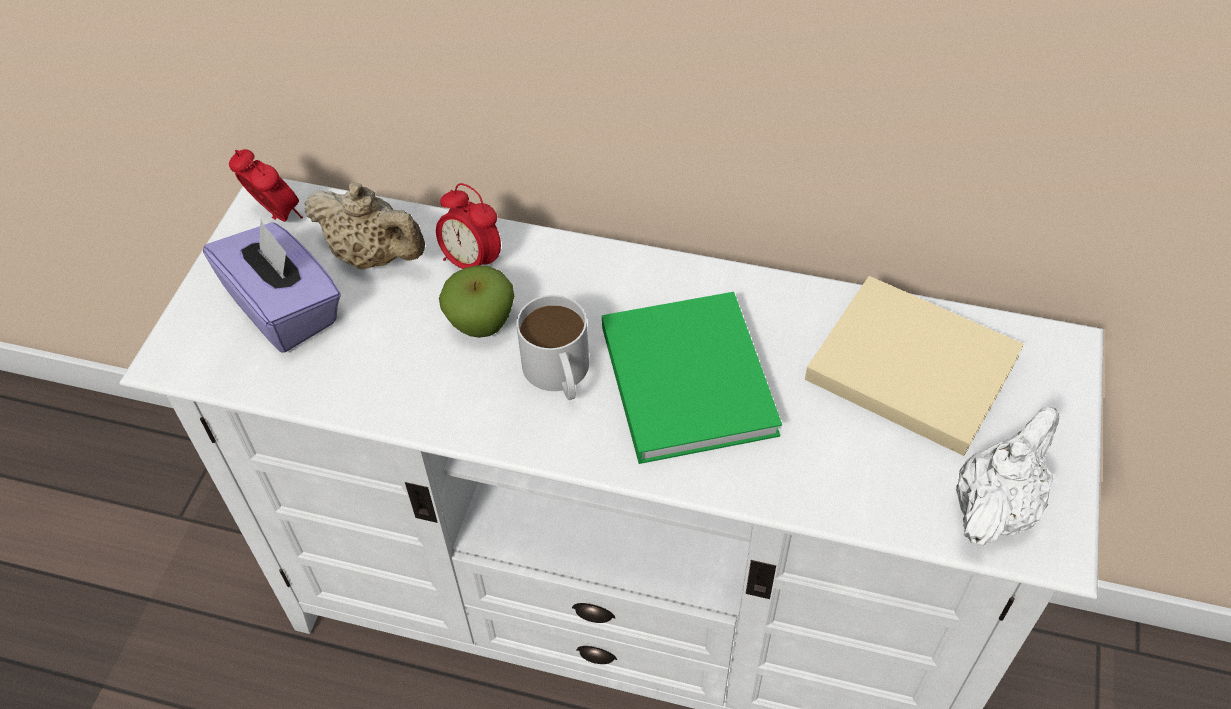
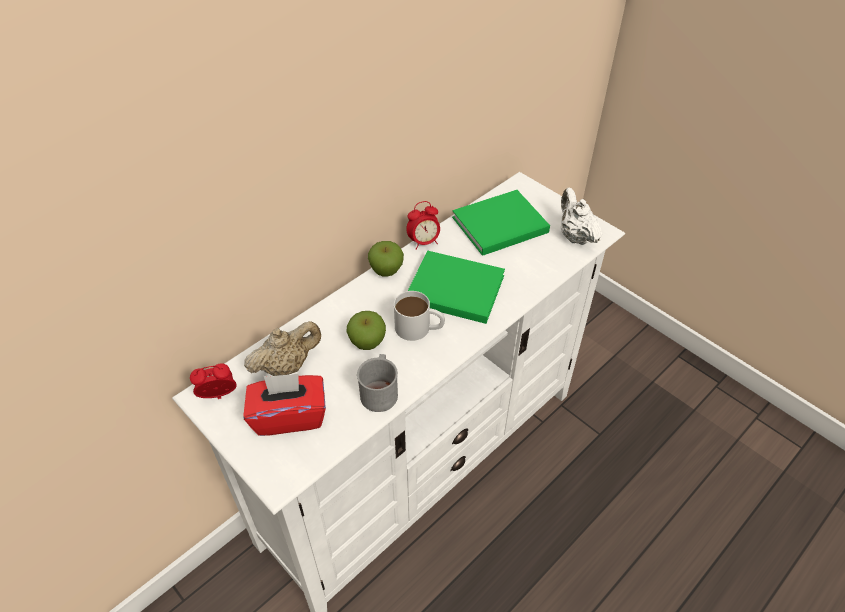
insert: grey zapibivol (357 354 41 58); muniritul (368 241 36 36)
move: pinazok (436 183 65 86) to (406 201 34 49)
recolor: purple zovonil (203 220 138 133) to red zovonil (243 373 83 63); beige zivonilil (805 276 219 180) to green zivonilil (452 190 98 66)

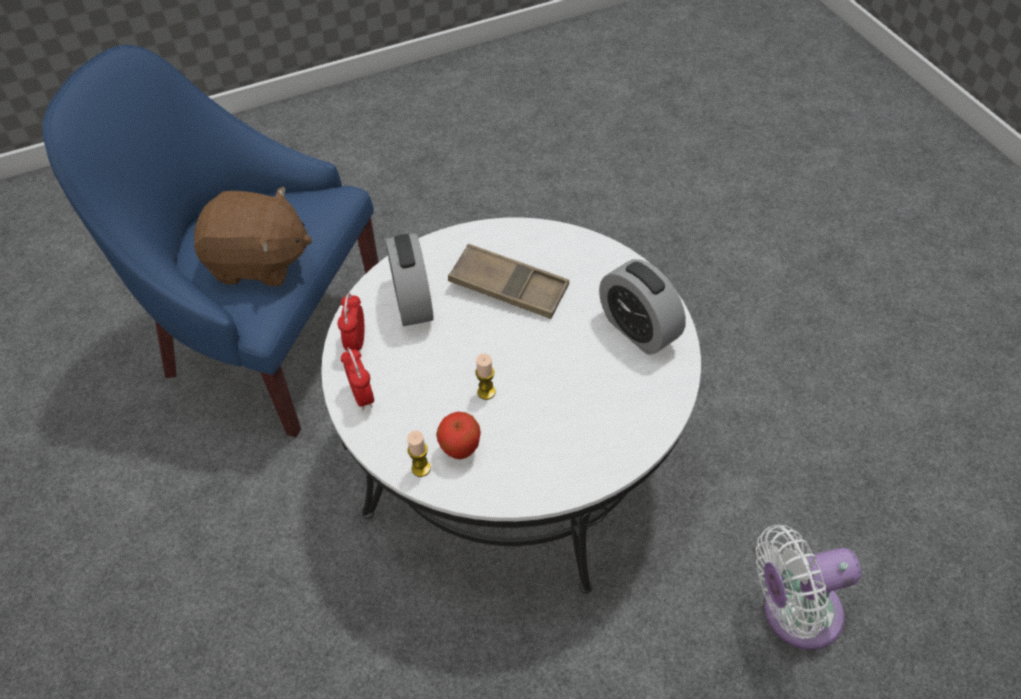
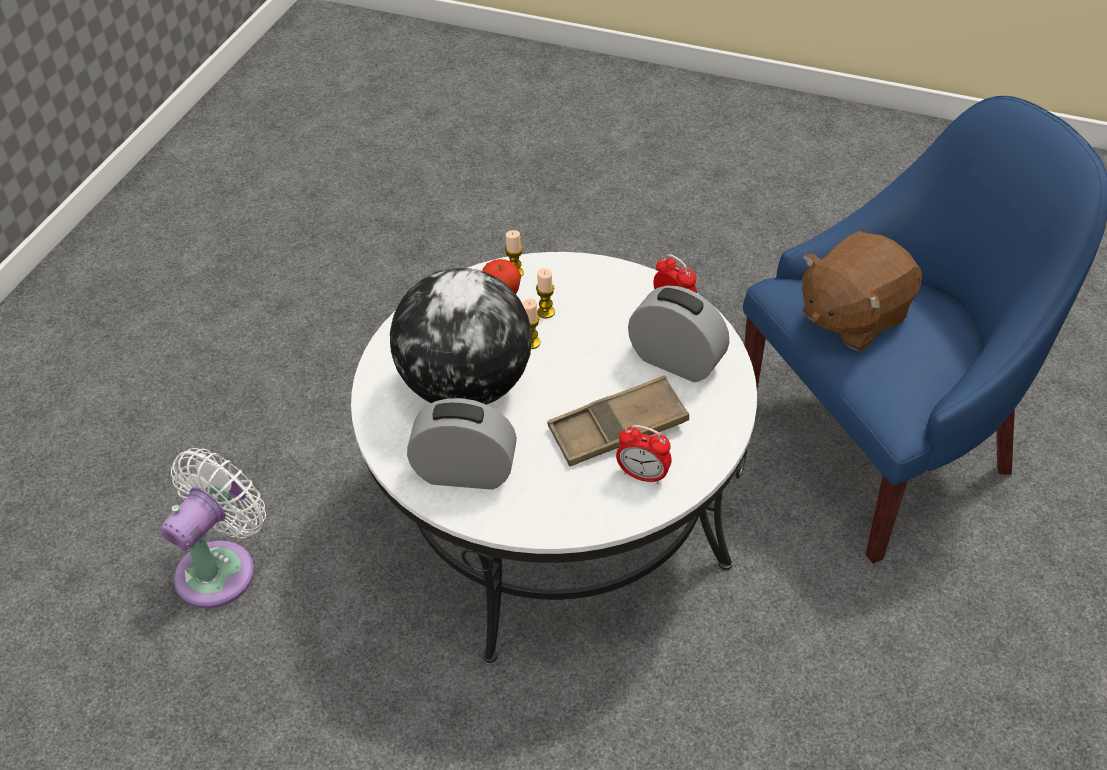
insert: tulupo (390 268 142 137); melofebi (536 268 19 51)
move: pinazok (341 347 33 63) to (616 425 56 59)

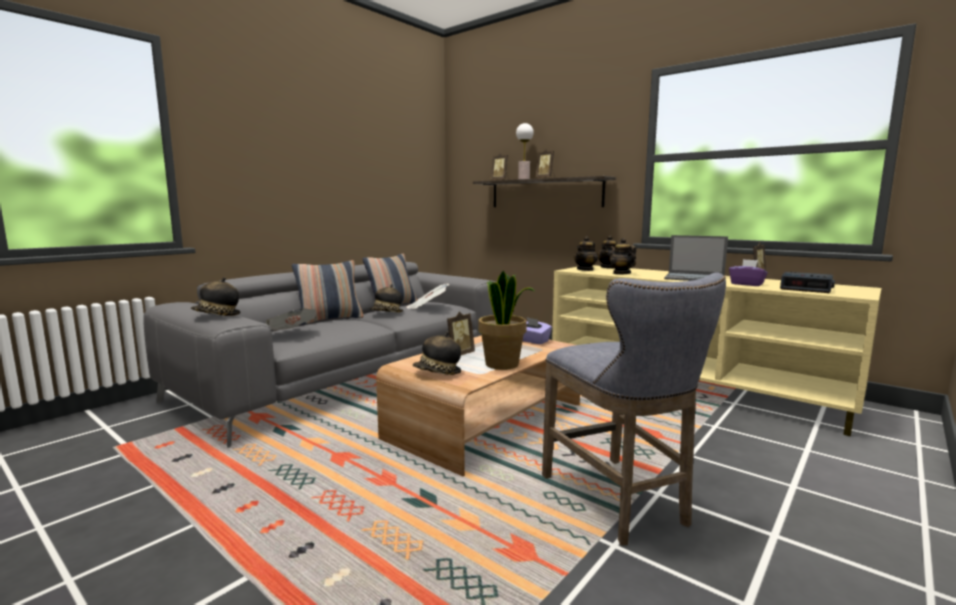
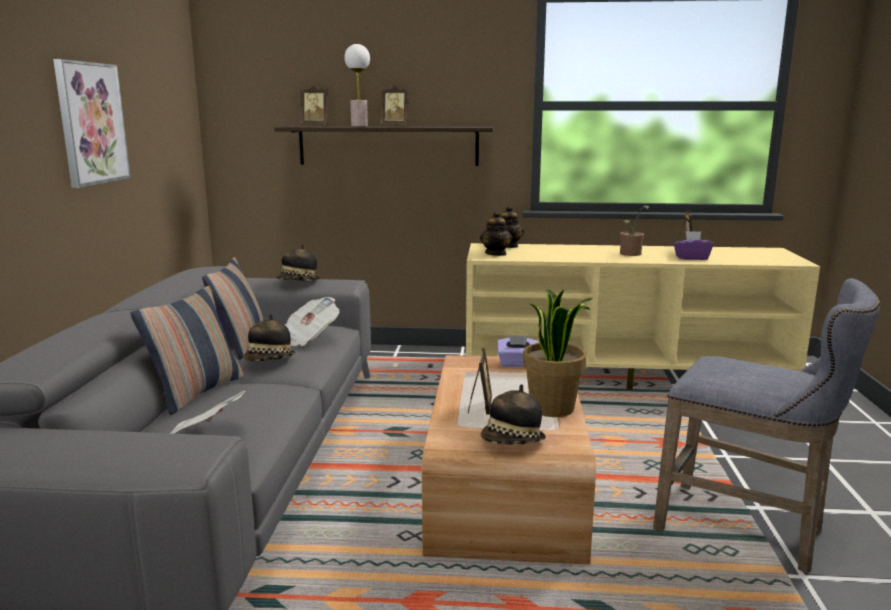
delete: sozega (610 238 26 36); pinazok (780 272 55 21)
insert: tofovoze (53 59 78 129)
move: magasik (191 277 50 39) to (276 244 44 37)
replace: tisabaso (664 235 64 46) to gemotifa (620 205 29 51)

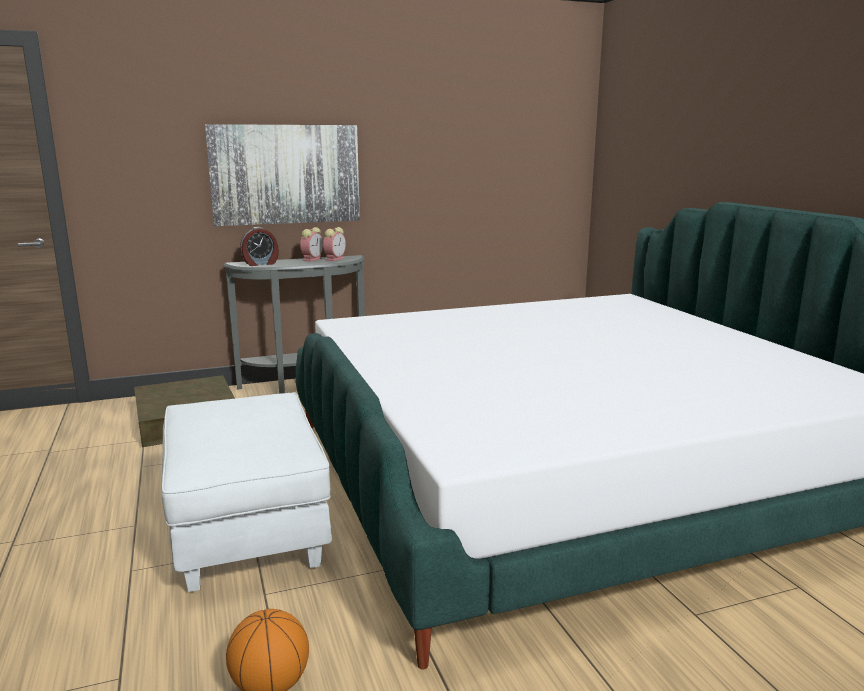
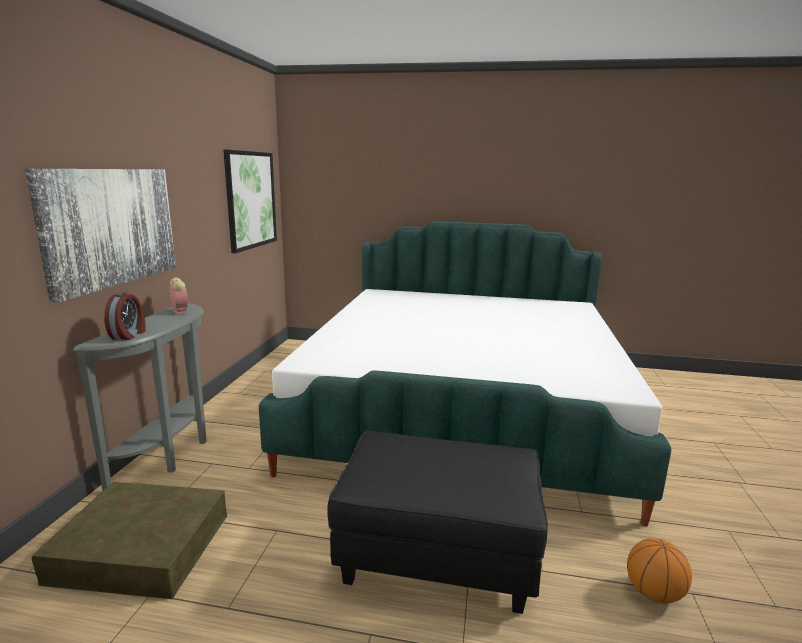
delete: pinazok (300 227 23 35)
insert: tofovoze (223 150 54 103)
recolor: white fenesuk (162 392 170 200) to black fenesuk (327 431 221 183)

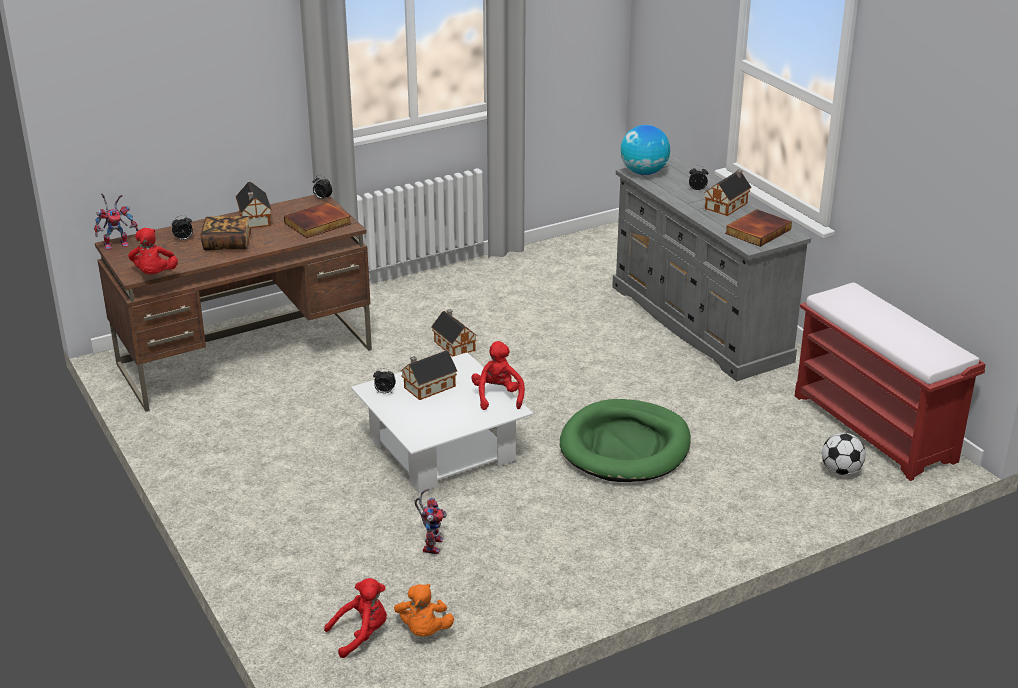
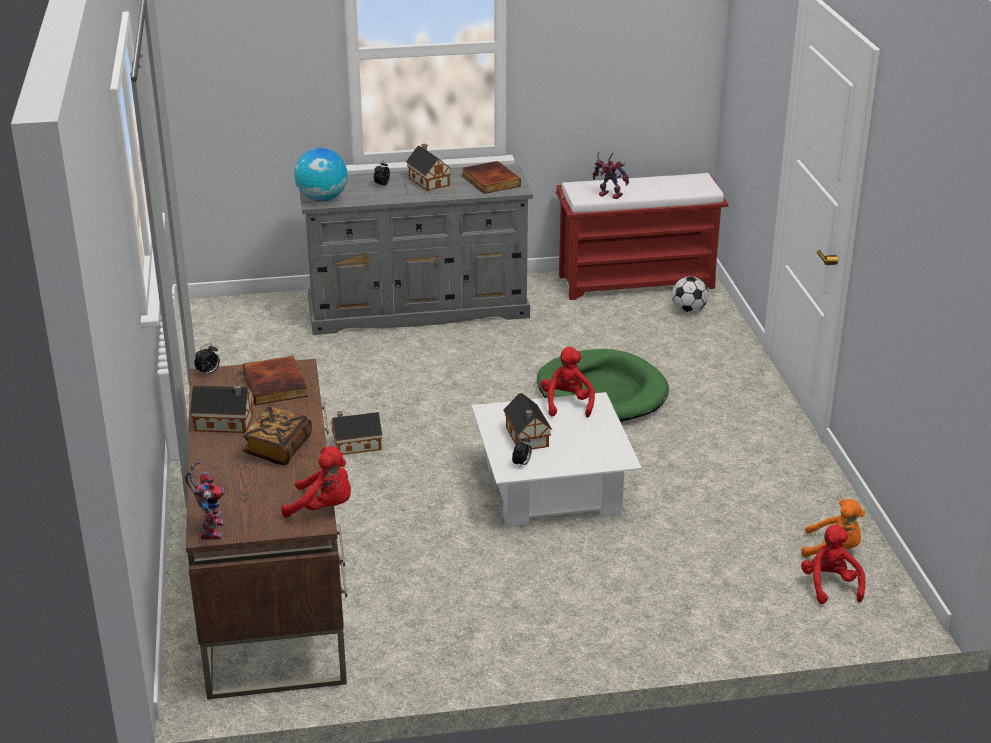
delete: pinazok (172 215 21 26)
move: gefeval (414 489 33 65) to (593 151 36 48)
rotate: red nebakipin (471 341 54 69) = (541 347 54 70) 75 degrees clockwise

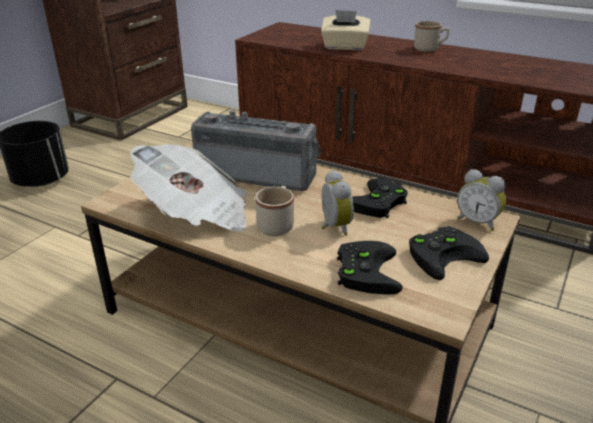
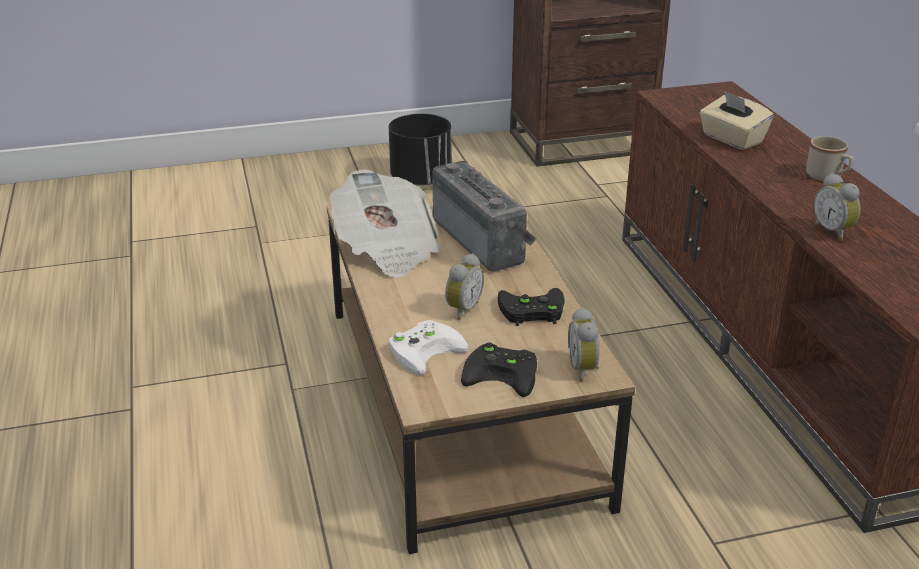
delete: beige zapibivol (255 186 39 50)
insert: pinazok (814 173 47 68)
recolor: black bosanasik (337 241 66 54) to white bosanasik (389 320 80 56)

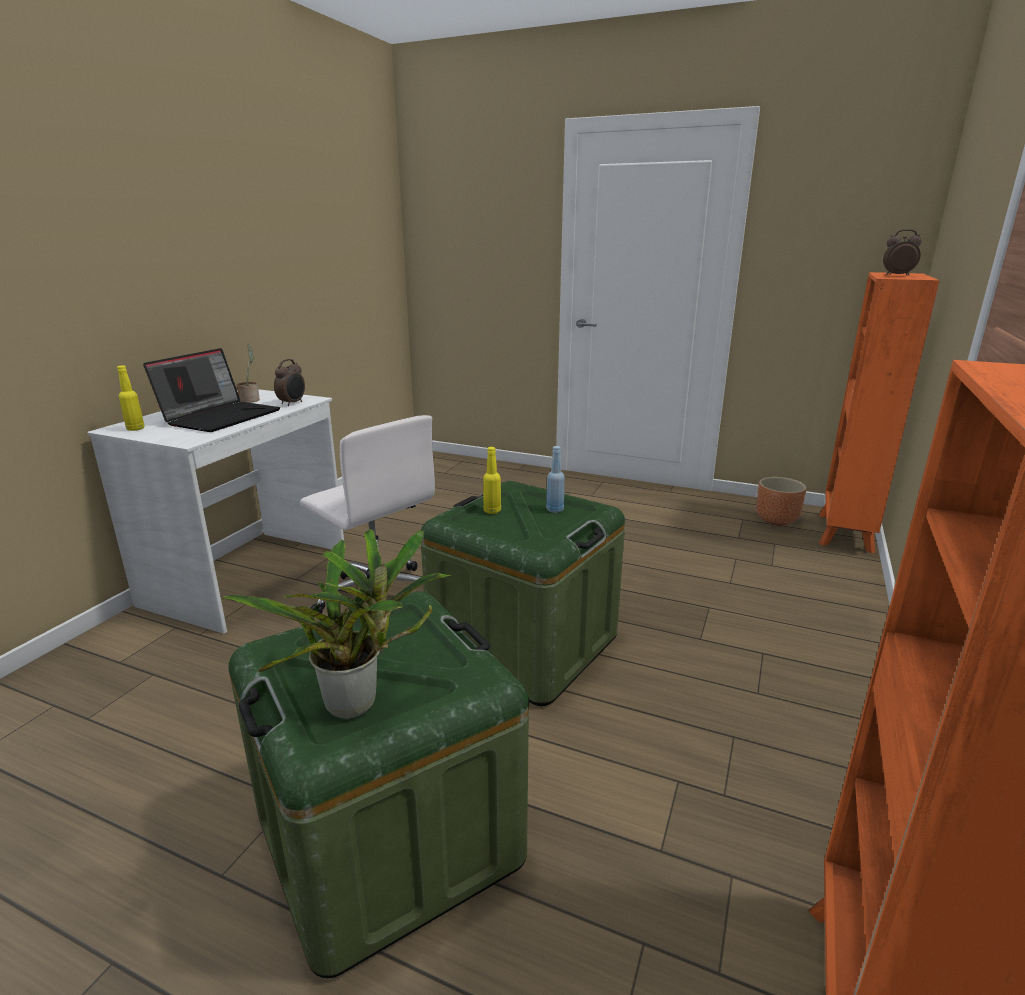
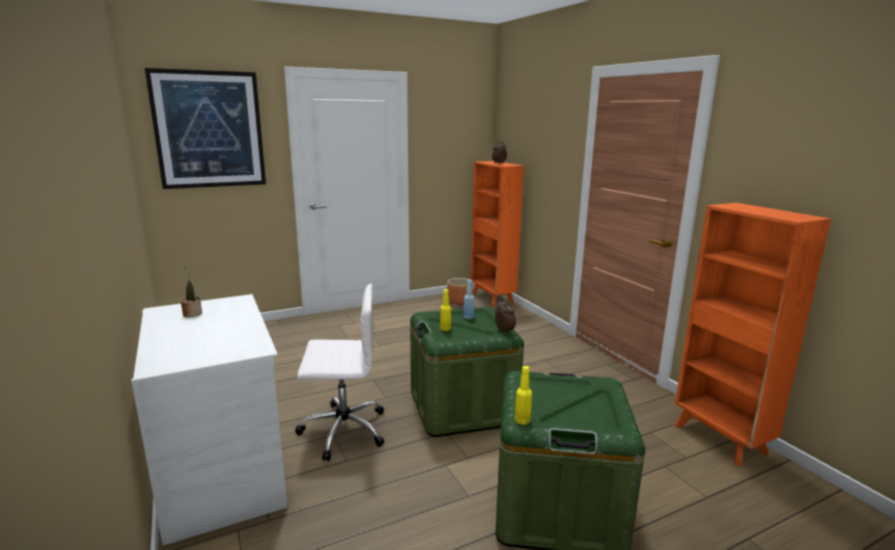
delete: tisabaso (143 348 137 84); gemotifa (221 529 232 190)
insert: tofovoze (145 68 121 121)
move: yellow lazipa (117 366 28 65) to (515 366 17 59); pinazok (274 359 31 47) to (495 299 21 35)

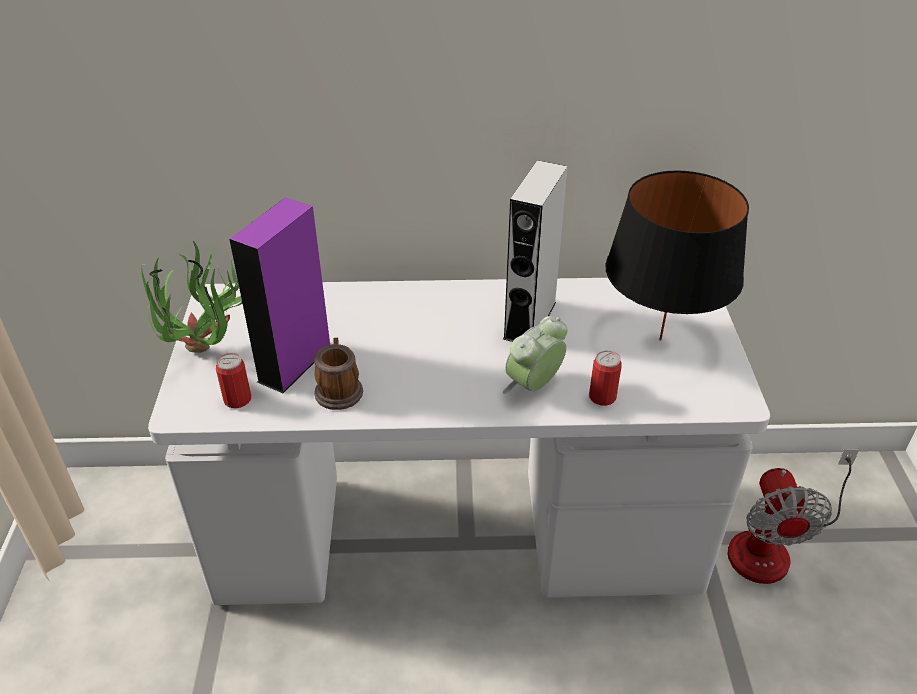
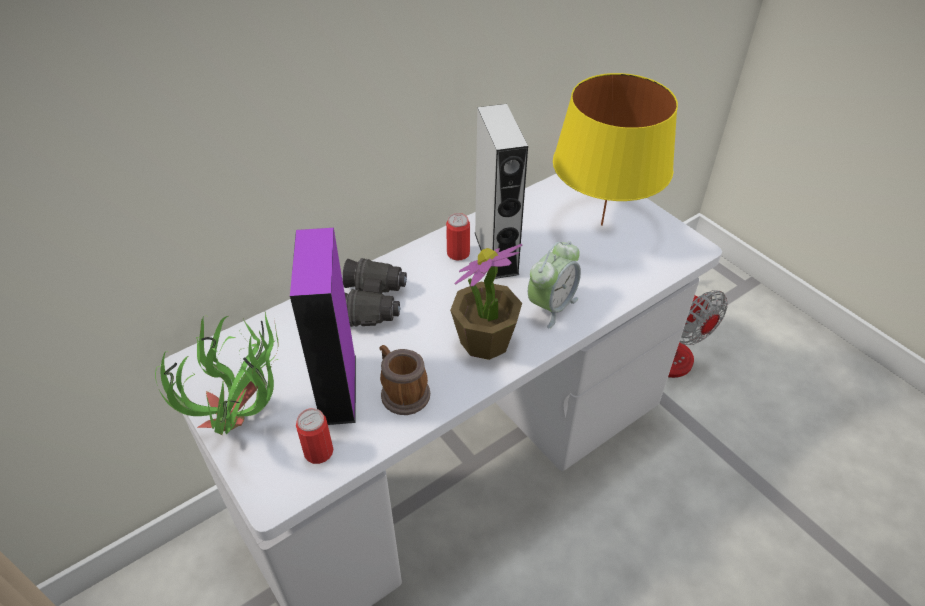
insert: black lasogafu (343 258 64 69); gemotifa (450 244 72 116)
move: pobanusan (589 350 33 56) to (446 213 24 48)
recolor: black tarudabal (605 170 144 171) to yellow tarudabal (553 73 125 153)
rotate: pinazok (503 316 64 78) = (528 241 53 88) 150 degrees counterclockwise

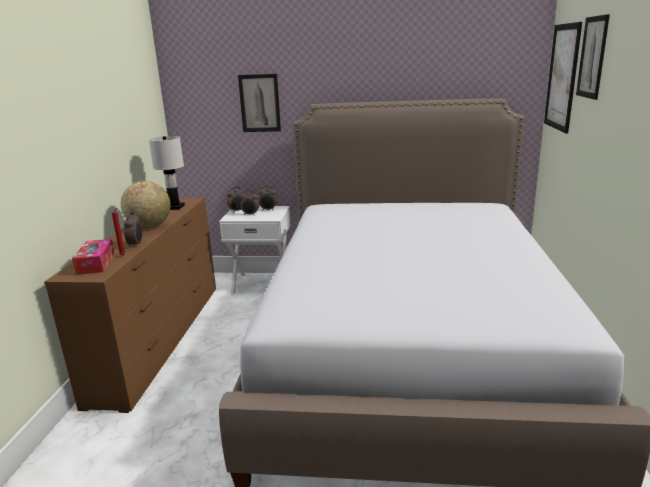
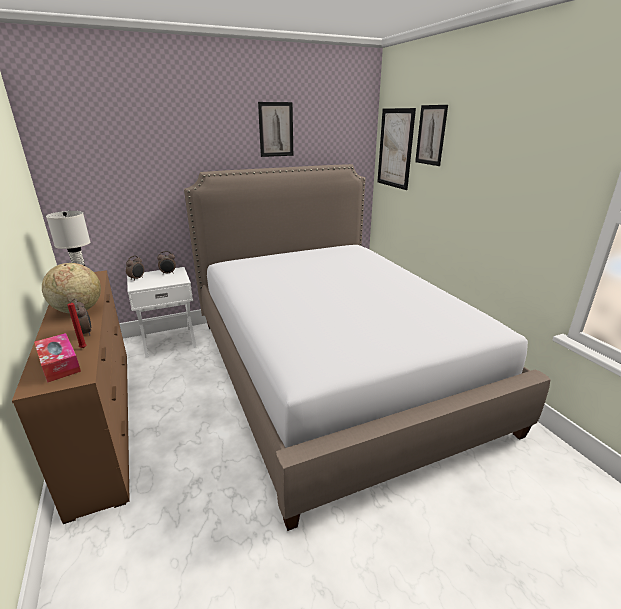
delete: pinazok (240 190 19 26)
move: tofovoze (238 74 43 58) to (258 102 35 55)

